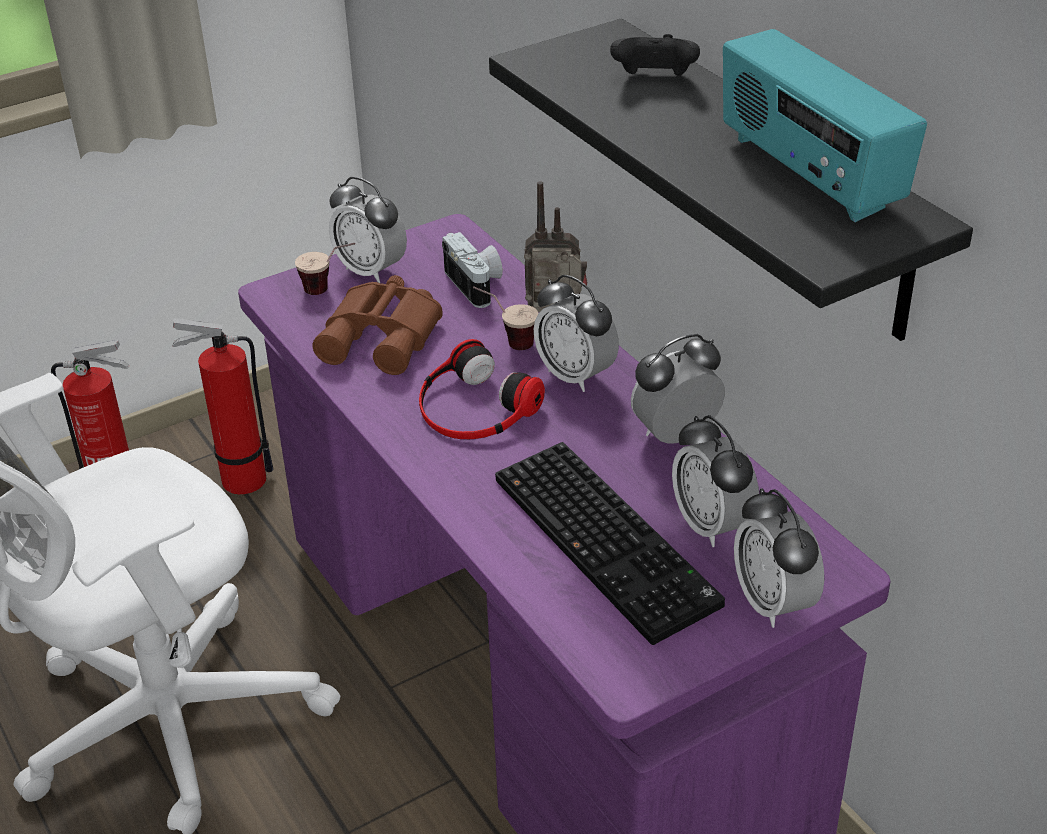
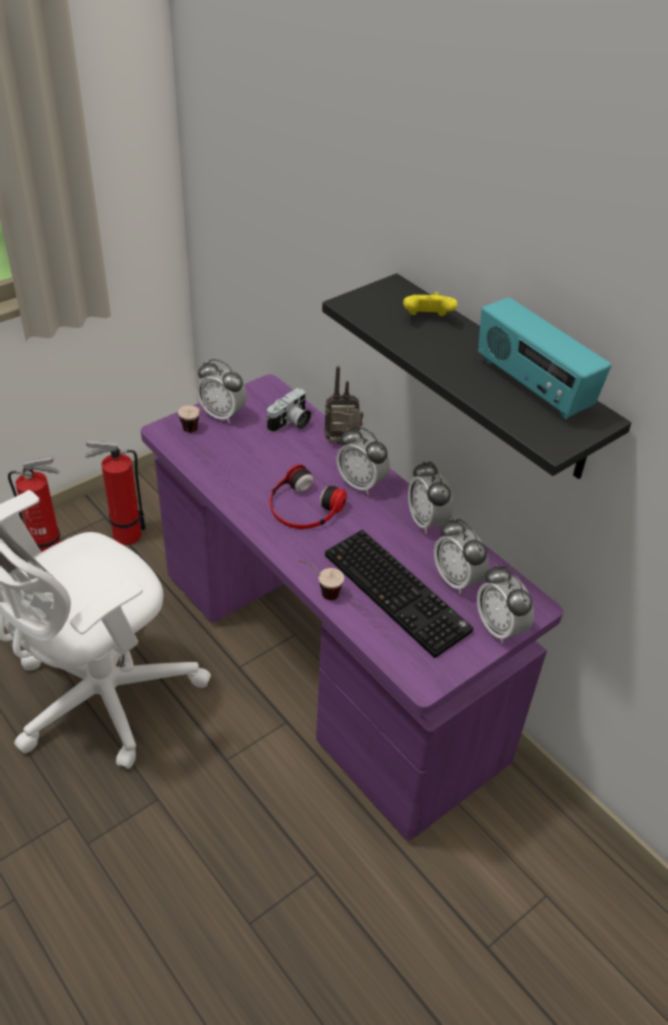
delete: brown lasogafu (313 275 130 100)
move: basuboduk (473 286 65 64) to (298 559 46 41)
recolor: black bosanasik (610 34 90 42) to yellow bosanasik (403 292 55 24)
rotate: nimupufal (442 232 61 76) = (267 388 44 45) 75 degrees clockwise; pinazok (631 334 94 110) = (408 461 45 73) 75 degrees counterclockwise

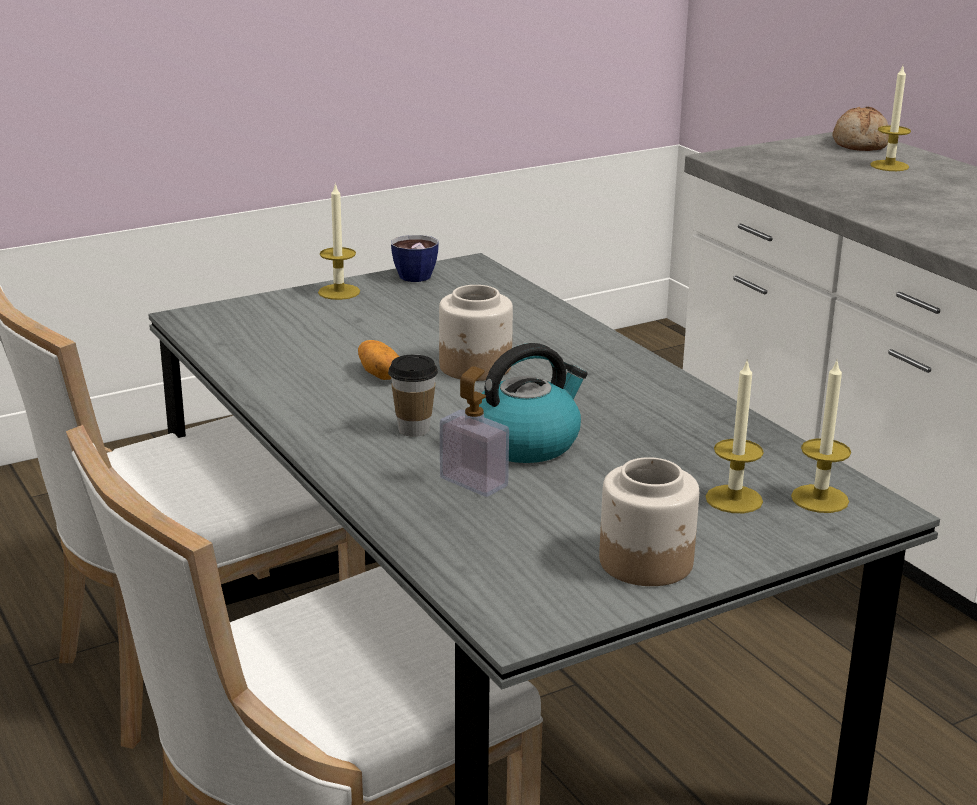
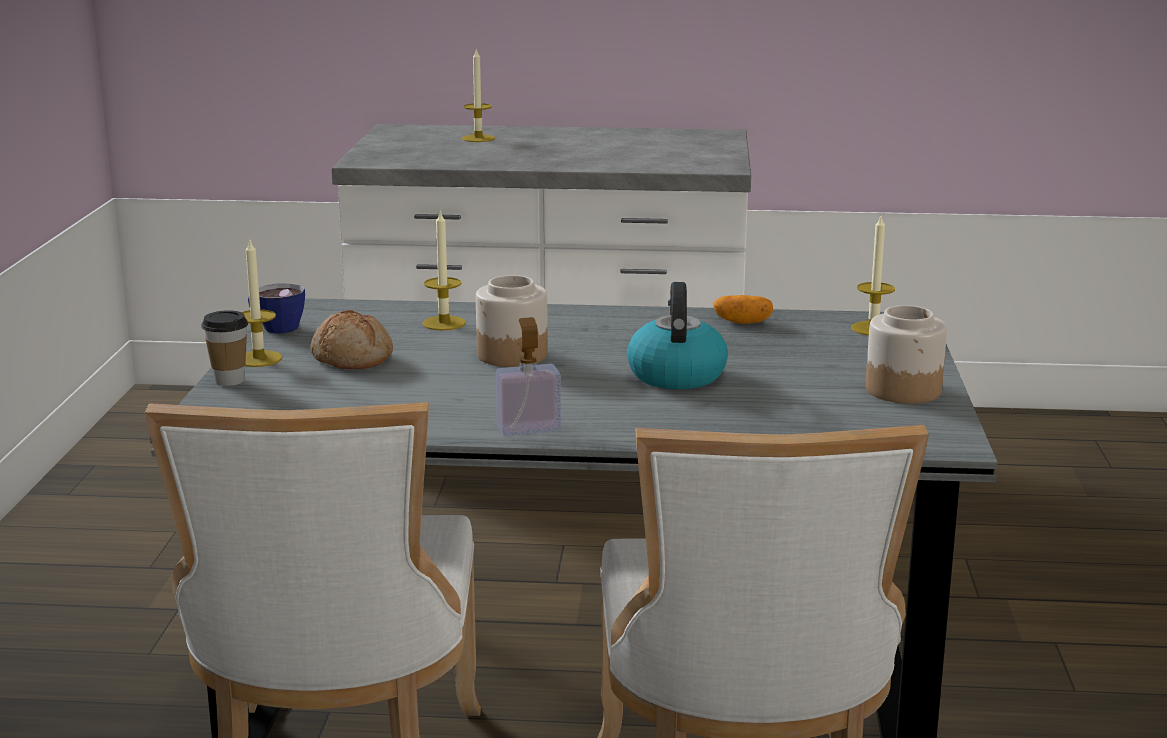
move: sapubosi (358 340 41 40) to (713 295 60 29); basuboduk (388 355 50 82) to (201 310 47 76); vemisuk (440 366 69 131) to (496 317 65 119); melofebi (706 360 58 153) to (422 209 44 122); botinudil (832 107 57 44) to (310 310 83 59)

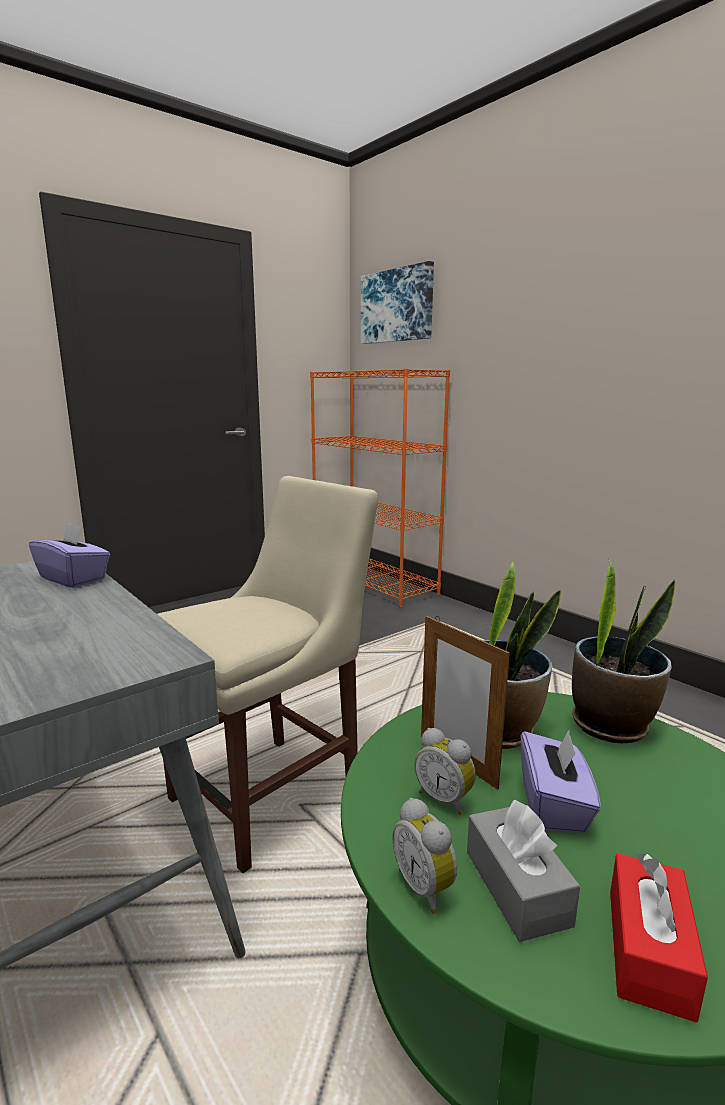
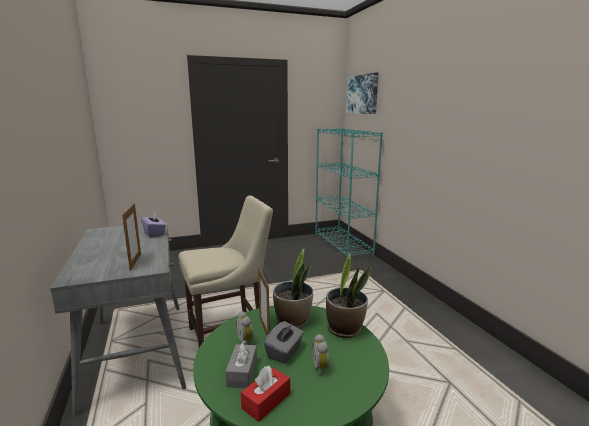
insert: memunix (122 203 19 68)
move: pinazok (392 798 65 116) to (312 334 17 42)
recolor: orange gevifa (310 368 140 240) to turquoise gevifa (315 128 68 129); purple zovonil (521 730 80 103) to grey zovonil (264 321 40 42)

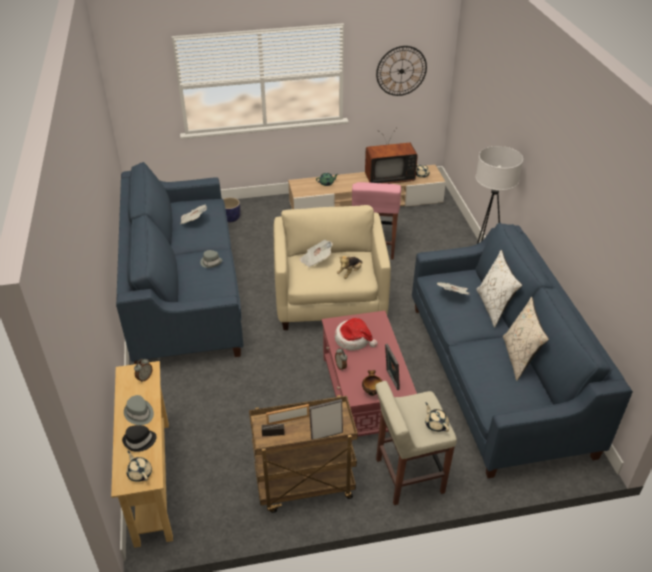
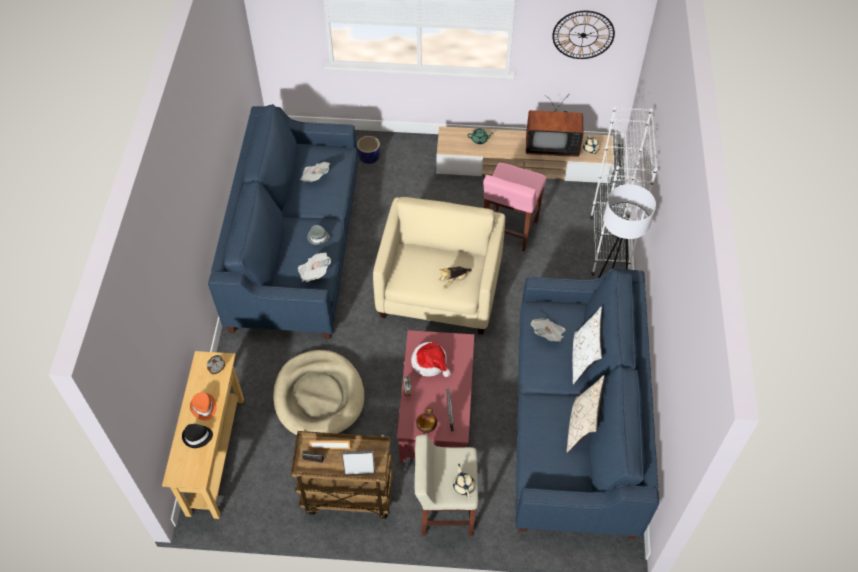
delete: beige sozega (126 451 26 31)
insert: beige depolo (273 350 91 86); white gevifa (590 107 68 169)
move: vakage (300 240 33 27) to (298 253 33 29)
recolor: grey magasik (124 395 30 30) to orange magasik (190 392 27 29)

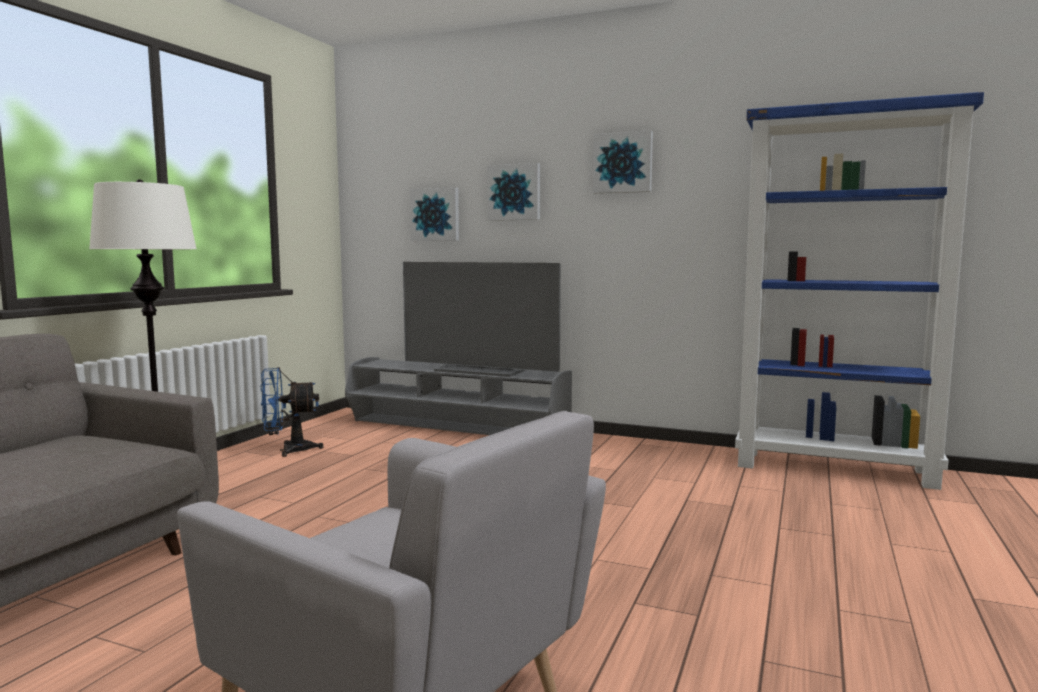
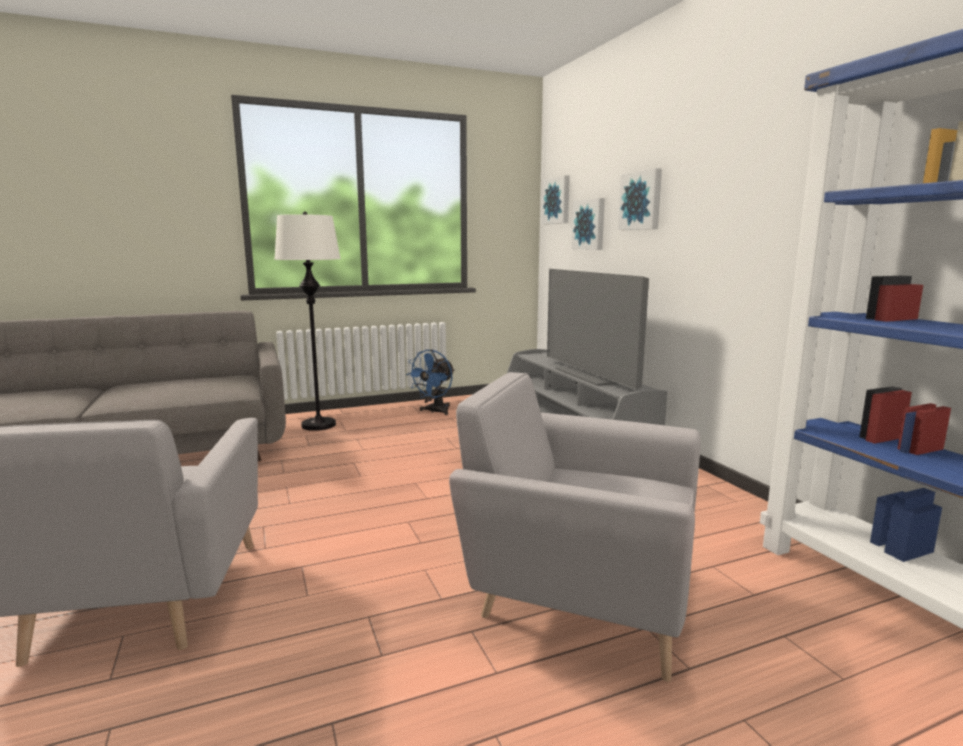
insert: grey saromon (449 372 252 310)
move: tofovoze (593 130 60 64) to (542 175 28 49)
rotate: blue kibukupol (260 367 64 90) = (406 349 49 66) 90 degrees counterclockwise

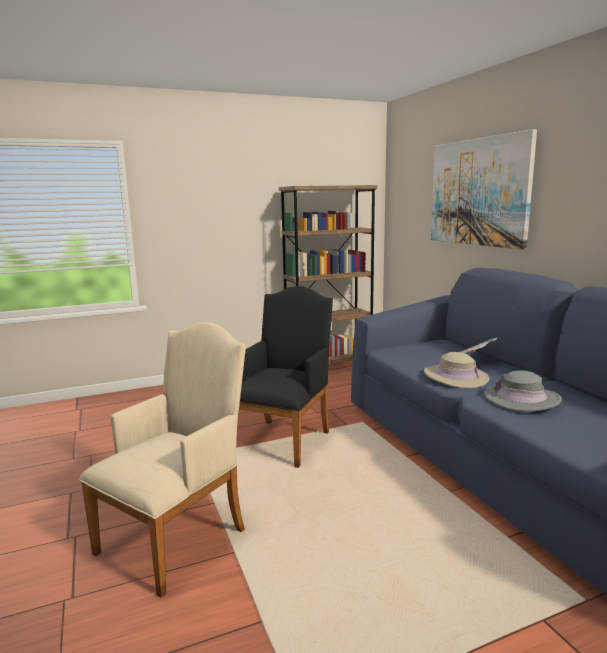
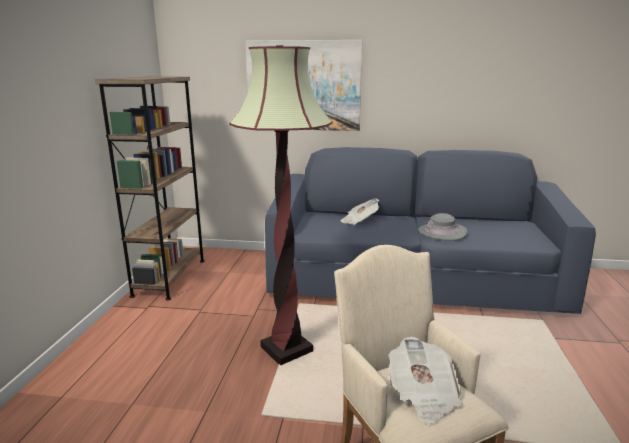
delete: beige magasik (424 352 65 37)
insert: vakage (389 337 74 88)
replace: black saromon (239 286 94 182) to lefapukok (229 45 104 320)

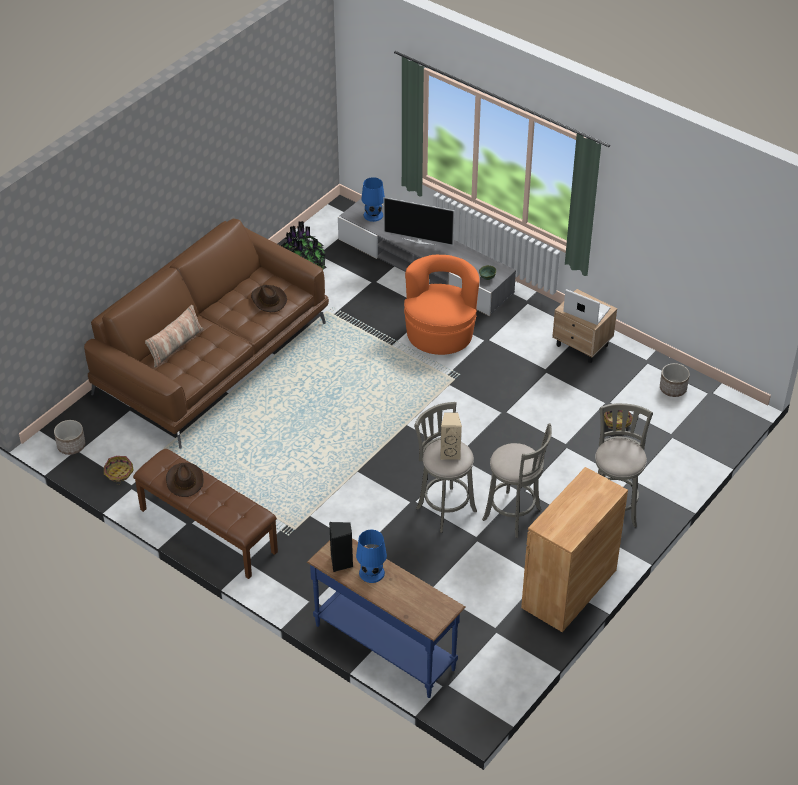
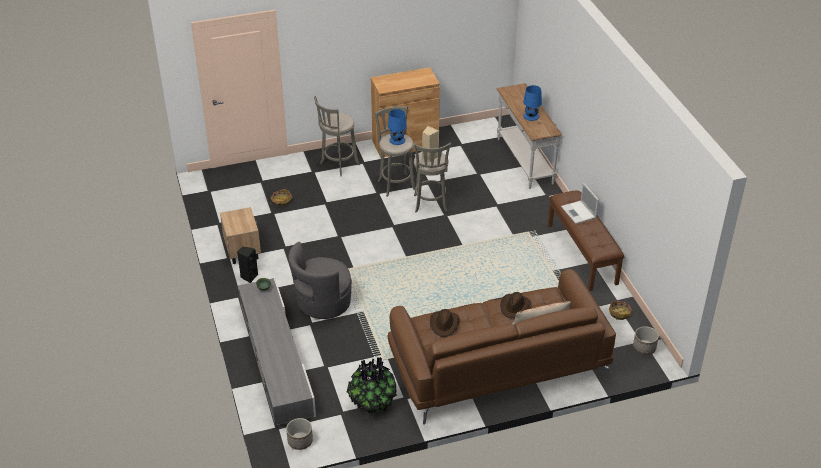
delete: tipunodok (383 197 72 48)
move: brown magasik (166 463 38 34) to (500 292 31 26); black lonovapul (329 522 24 50) to (237 246 21 37); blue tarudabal (361 177 24 45) to (388 109 19 36); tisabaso (563 289 48 36) to (561 183 38 41); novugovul (660 363 30 34) to (286 418 27 32)
recolor: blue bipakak (307 538 159 160) to white bipakak (496 83 66 106); orange saromon (404 255 76 100) to grey saromon (288 242 64 77)

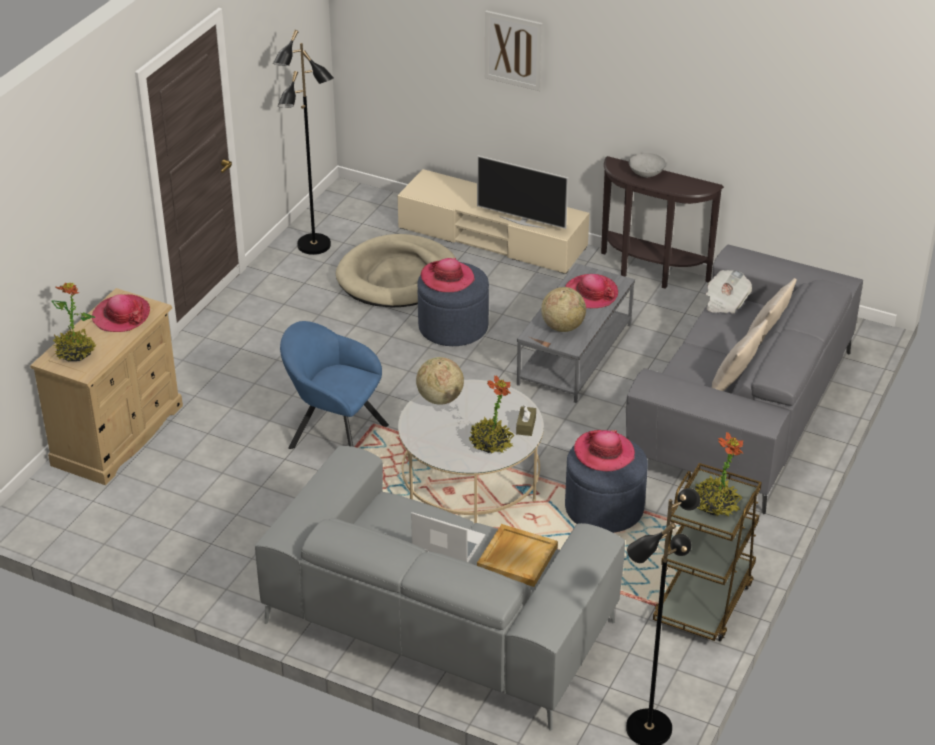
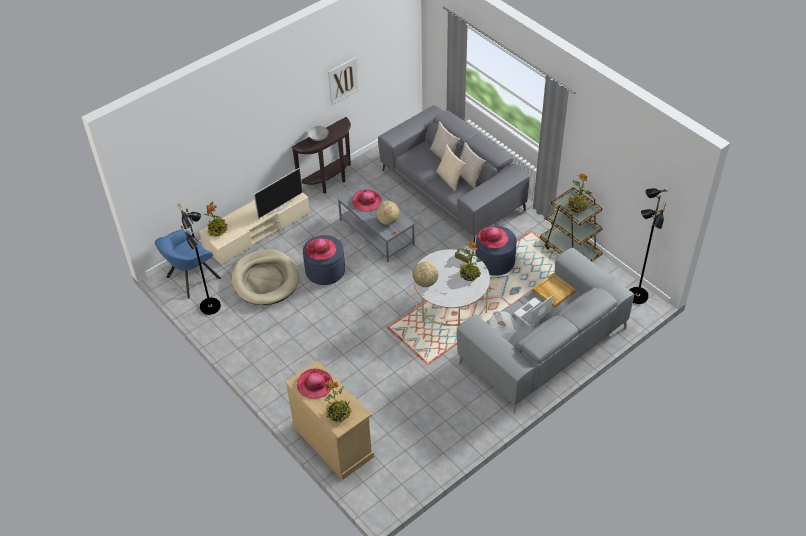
insert: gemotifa (204 201 24 36); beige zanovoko (436 144 30 47)
move: blue saromon (280 321 109 128) to (155 230 66 69); tofovoze (485 10 58 81) to (328 57 31 48); vakage (706 270 46 44) to (489 310 27 31)

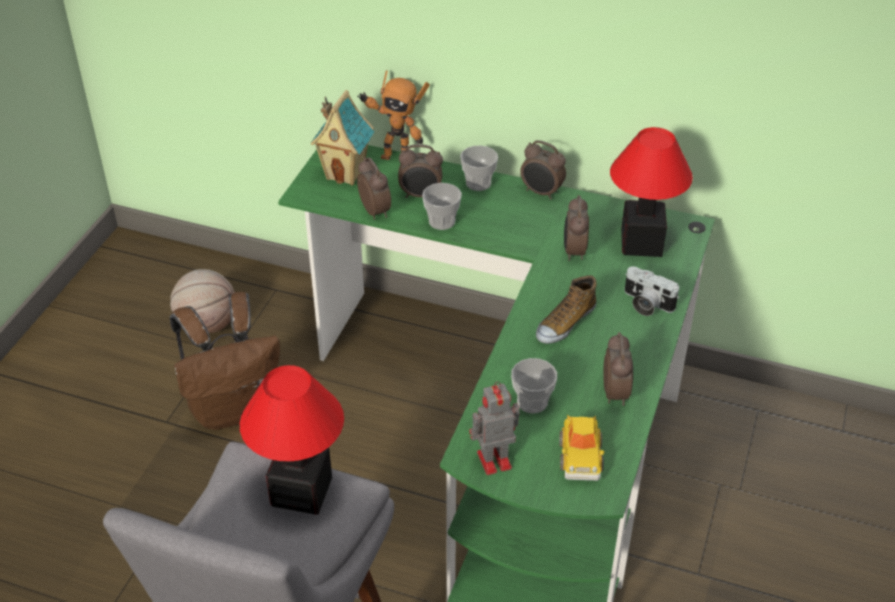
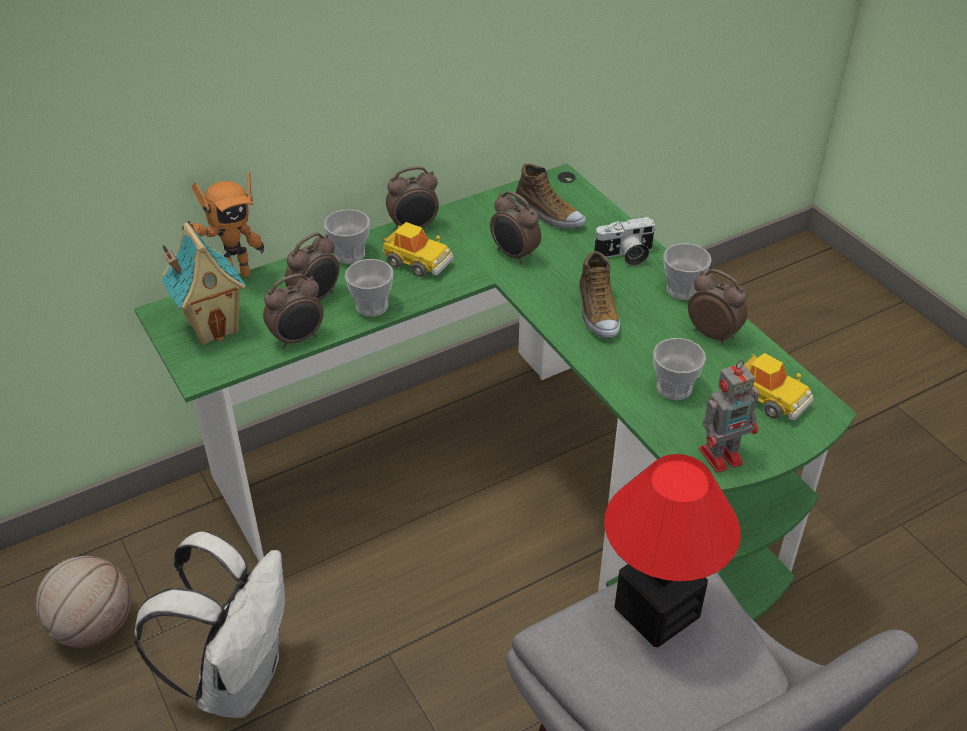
insert: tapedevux (383 222 70 55); basuboduk (664 243 48 57)
replace: tarudabal (610 127 83 130) to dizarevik (515 163 71 66)
recolor: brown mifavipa (170 292 110 138) to white mifavipa (135 531 150 187)
rotate: pinazok (357 157 34 63) = (263 273 61 76) 135 degrees clockwise; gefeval (469 381 51 94) = (699 360 60 113) 135 degrees counterclockwise

